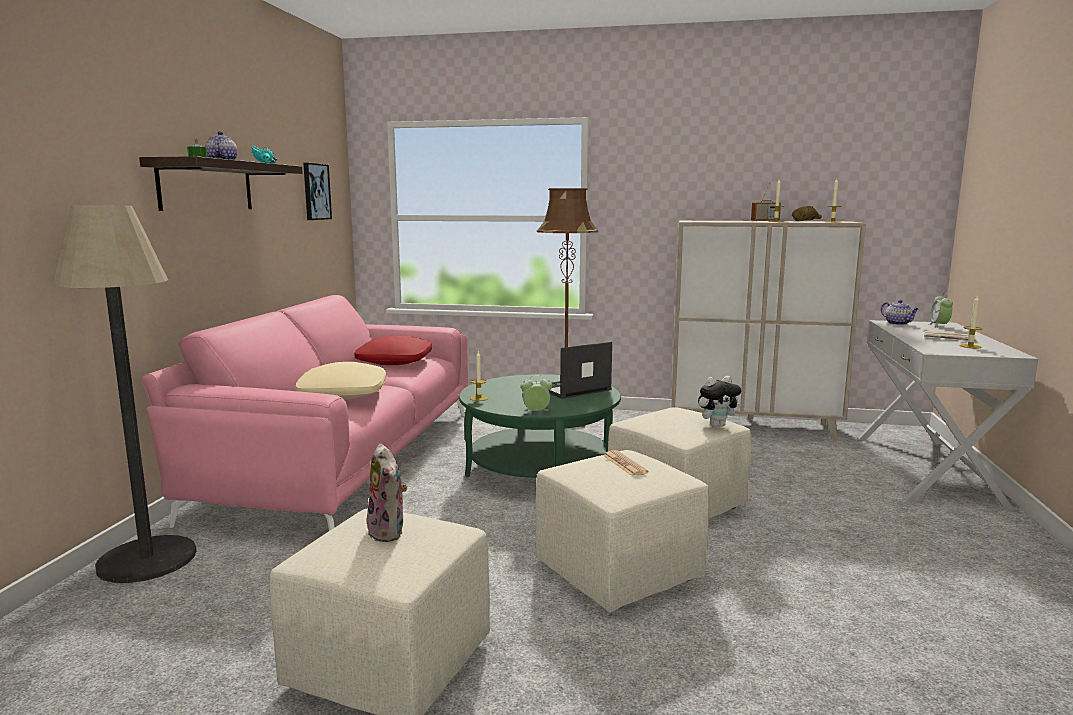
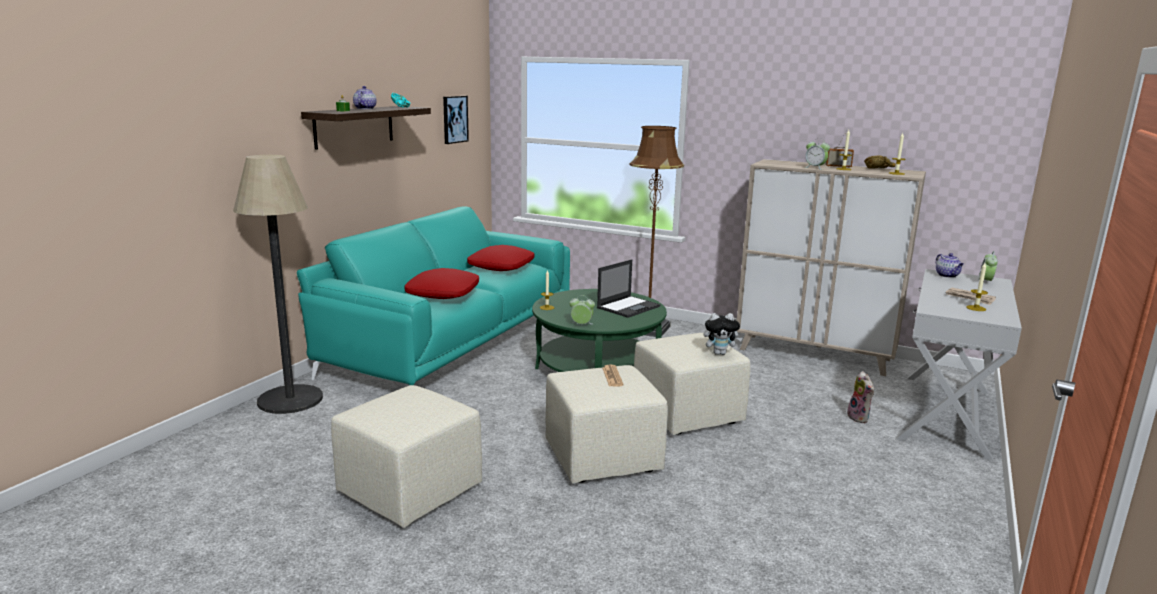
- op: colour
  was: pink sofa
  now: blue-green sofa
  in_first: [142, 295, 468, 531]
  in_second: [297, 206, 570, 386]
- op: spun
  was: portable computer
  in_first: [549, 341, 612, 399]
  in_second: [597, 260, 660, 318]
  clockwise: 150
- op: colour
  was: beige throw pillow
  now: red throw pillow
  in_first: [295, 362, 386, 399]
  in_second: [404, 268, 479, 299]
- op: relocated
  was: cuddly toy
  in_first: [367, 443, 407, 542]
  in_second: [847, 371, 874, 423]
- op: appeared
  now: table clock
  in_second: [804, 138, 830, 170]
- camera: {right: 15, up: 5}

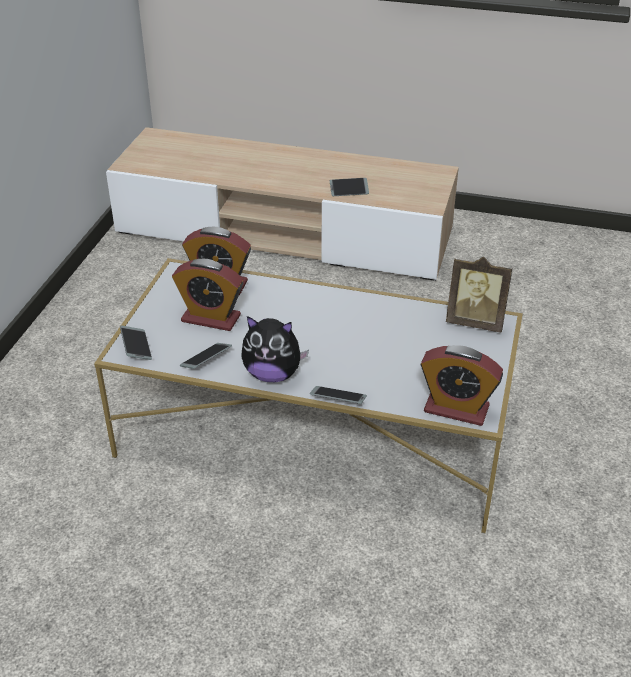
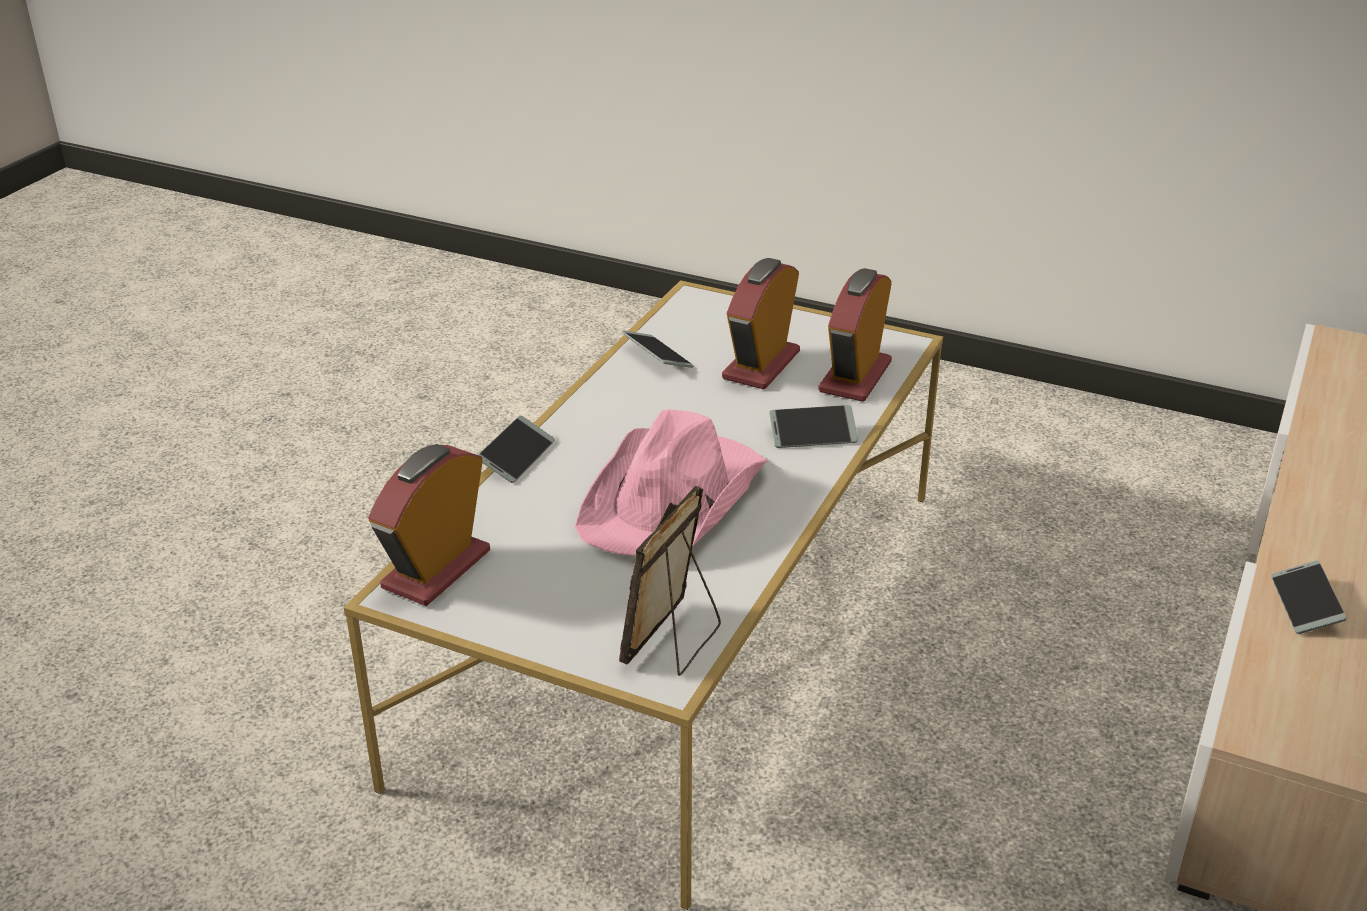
- op: missing
  was: cuddly toy
  in_first: [241, 316, 309, 382]
- op: relocated
  was: telephone
  in_first: [120, 325, 152, 360]
  in_second: [769, 405, 858, 448]
- op: appeared
  now: pink clothing hat
  in_second: [574, 409, 769, 556]
- camera: {right: 100, up: -5}

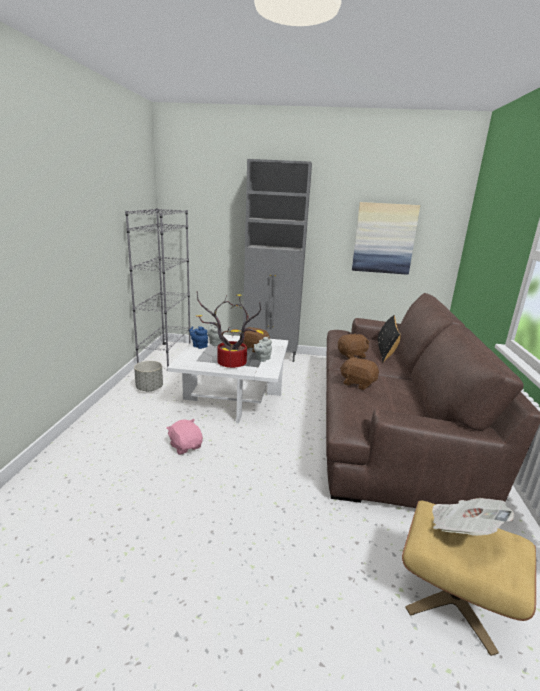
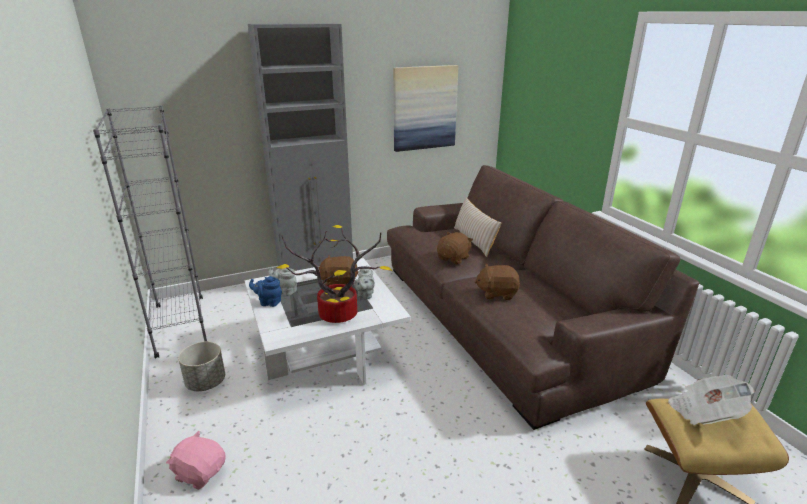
- op: colour
  was: black throw pillow
  now: beige throw pillow
  in_first: [378, 315, 401, 362]
  in_second: [454, 197, 502, 257]
- op: relocated
  was: pink cuddly toy
  in_first: [167, 419, 203, 455]
  in_second: [166, 430, 226, 490]
- camera: {right: -30, up: 5}

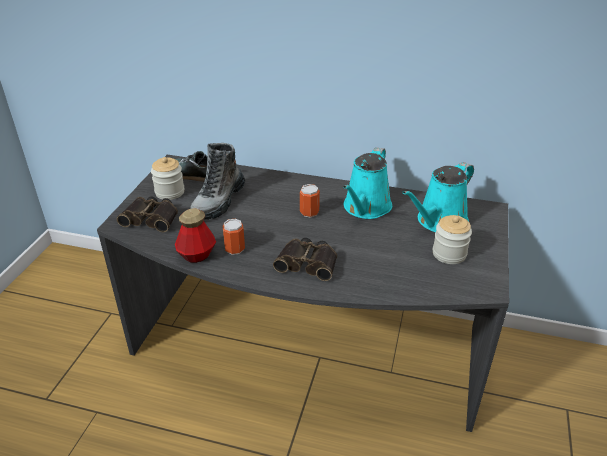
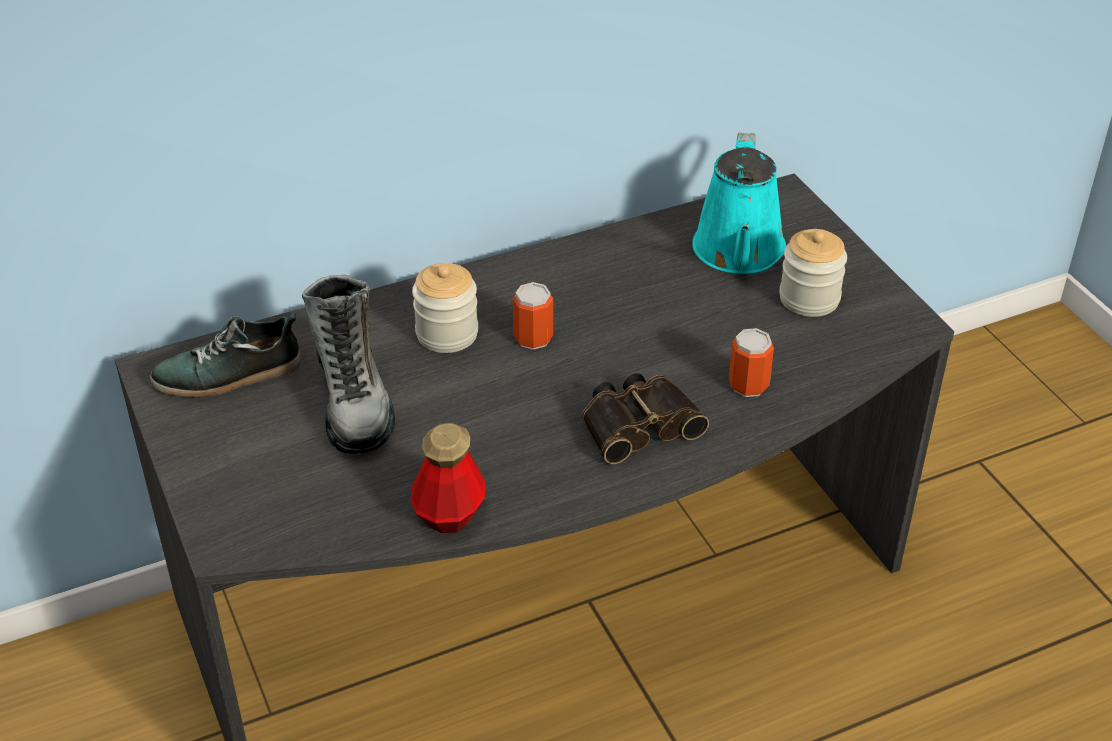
- op: missing
  was: blue-green watering pot
  in_first: [343, 147, 392, 219]
- op: relocated
  was: jar
  in_first: [151, 157, 185, 200]
  in_second: [412, 263, 478, 353]
- op: missing
  was: pair of binoculars
  in_first: [117, 196, 178, 233]
- op: relocated
  was: can
  in_first: [223, 219, 245, 255]
  in_second: [729, 328, 774, 397]
- camera: {right: -40, up: 5}

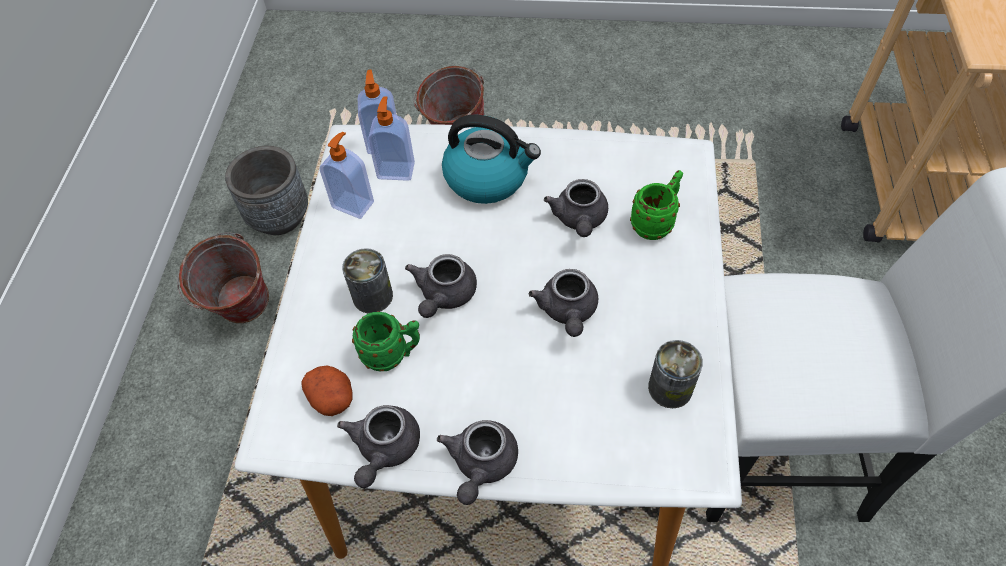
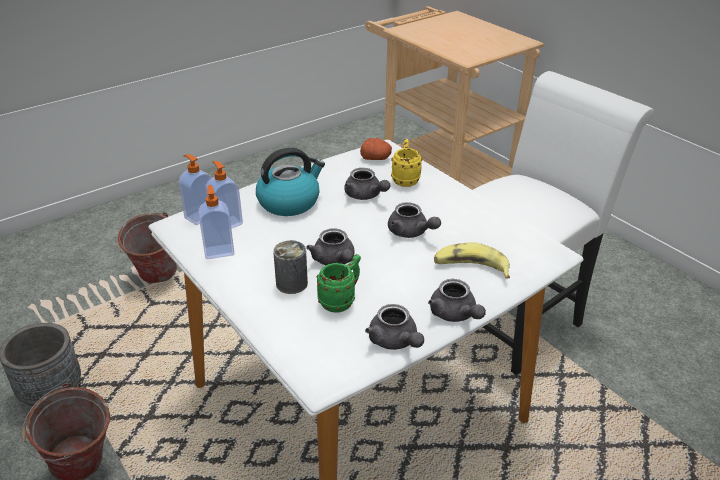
- op: colour
  was: green-coloured coffee mug
  now: yellow-coloured coffee mug
  in_first: [630, 170, 683, 240]
  in_second: [391, 139, 422, 187]
- op: missing
  was: can
  in_first: [648, 340, 703, 408]
- op: relocated
  was: spud
  in_first: [301, 365, 353, 416]
  in_second: [360, 138, 392, 160]
- op: appeared
  now: whole banana
  in_second: [434, 242, 510, 279]
- camera: {right: -45, up: -20}

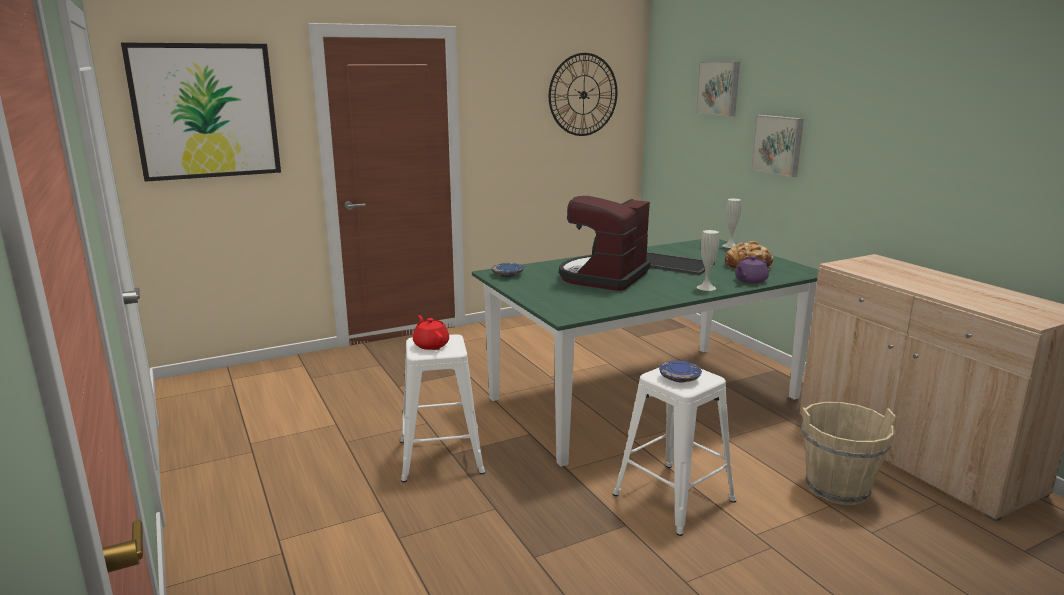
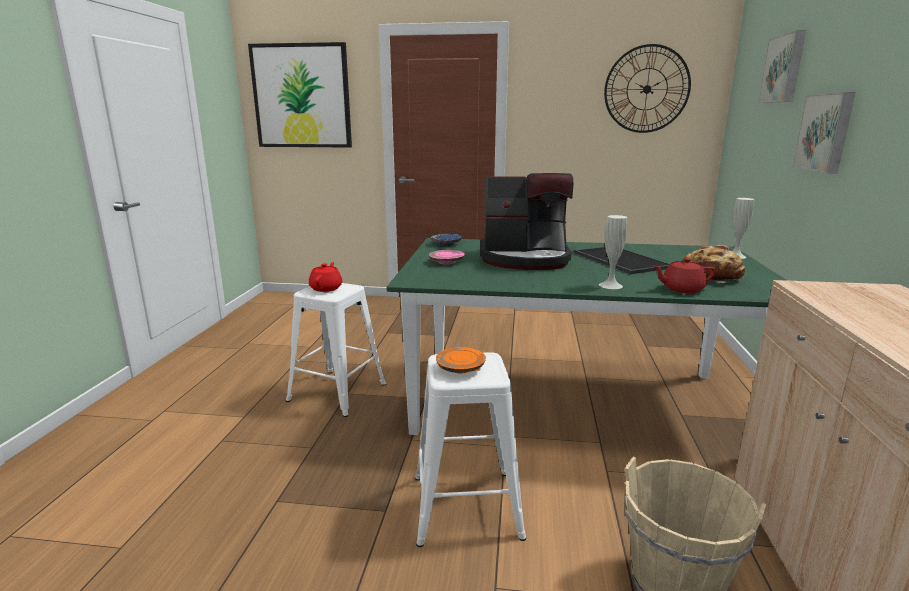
- op: spun
  was: coffee brewer
  in_first: [559, 196, 651, 291]
  in_second: [480, 173, 573, 270]
  clockwise: -150
- op: colour
  was: purple tea pot
  now: red tea pot
  in_first: [735, 256, 769, 284]
  in_second: [653, 258, 716, 293]
- op: colour
  was: blue flat dish
  now: orangey flat dish
  in_first: [659, 361, 702, 382]
  in_second: [436, 347, 486, 373]
- op: appeared
  now: pink flat dish
  in_second: [429, 250, 465, 265]
- camera: {right: 35, up: 0}

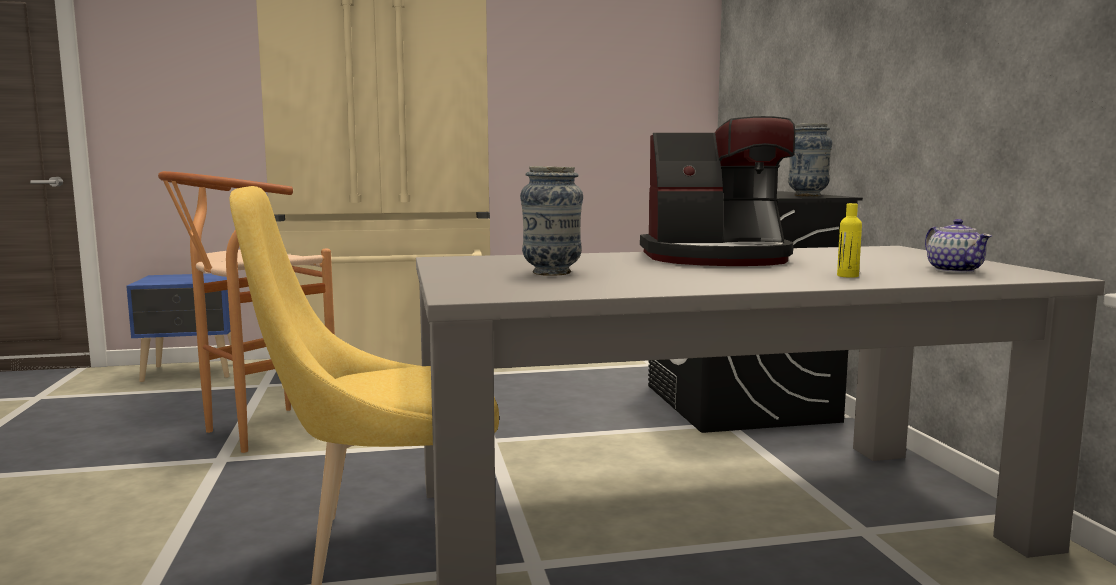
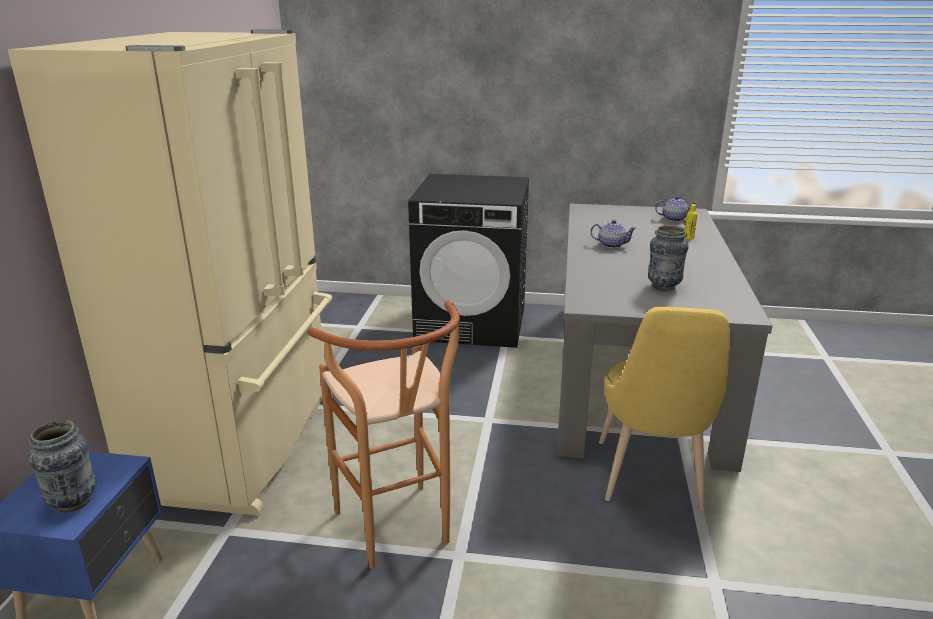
- op: exchanged
  was: coffee brewer
  now: tea pot
  in_first: [640, 116, 795, 266]
  in_second: [590, 220, 637, 248]
- op: relocated
  was: flower vase
  in_first: [788, 123, 833, 196]
  in_second: [28, 420, 96, 513]
- camera: {right: -70, up: 15}

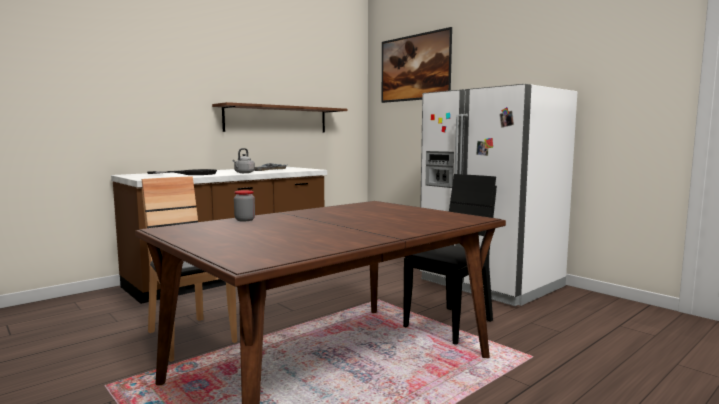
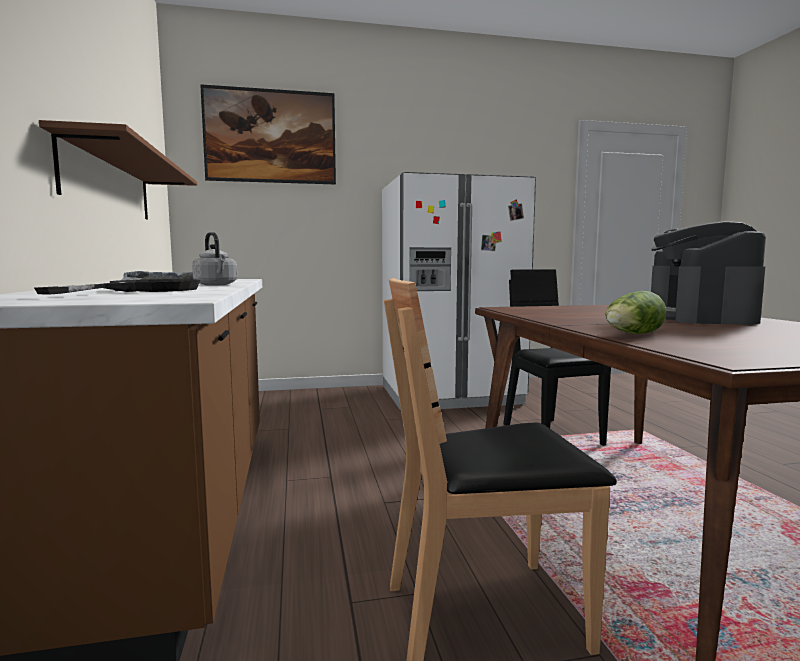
- op: exchanged
  was: jar
  now: lettuce
  in_first: [234, 190, 255, 221]
  in_second: [605, 291, 667, 334]
- op: appeared
  now: coffee brewer
  in_second: [651, 221, 766, 325]
- camera: {right: -60, up: 0}

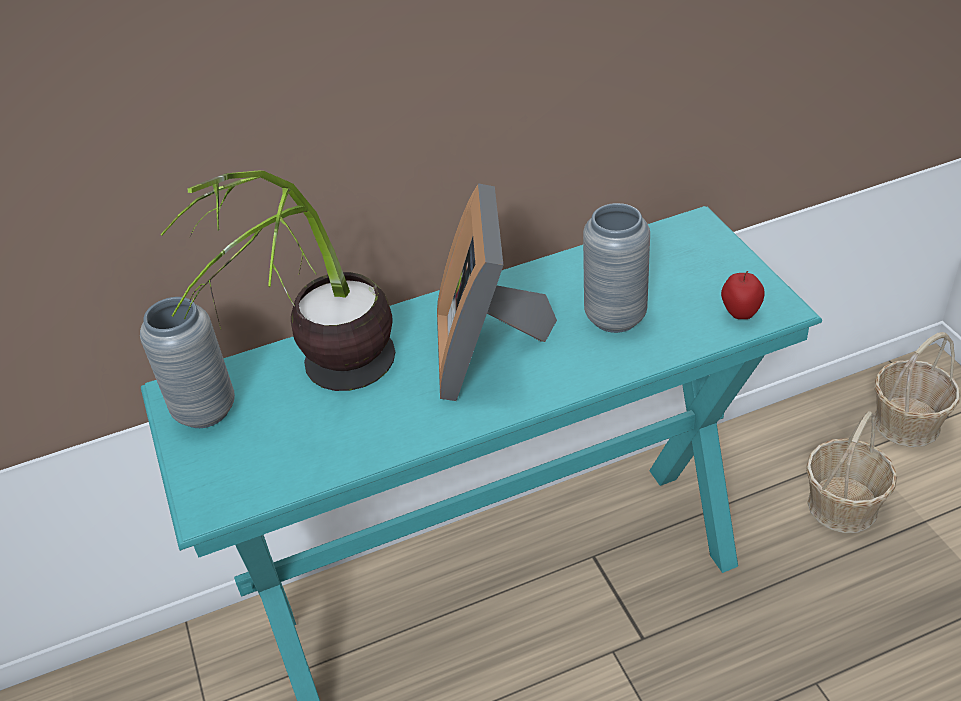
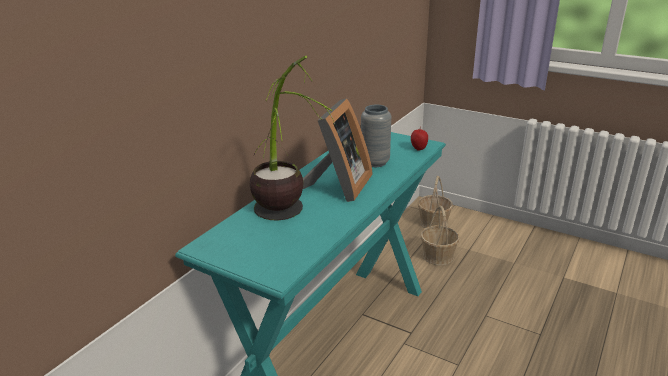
- op: spun
  was: photo frame
  in_first: [437, 183, 557, 401]
  in_second: [303, 98, 373, 202]
  clockwise: -120
- op: missing
  was: greyish flower vase
  in_first: [140, 297, 235, 428]
- camera: {right: -40, up: -15}

